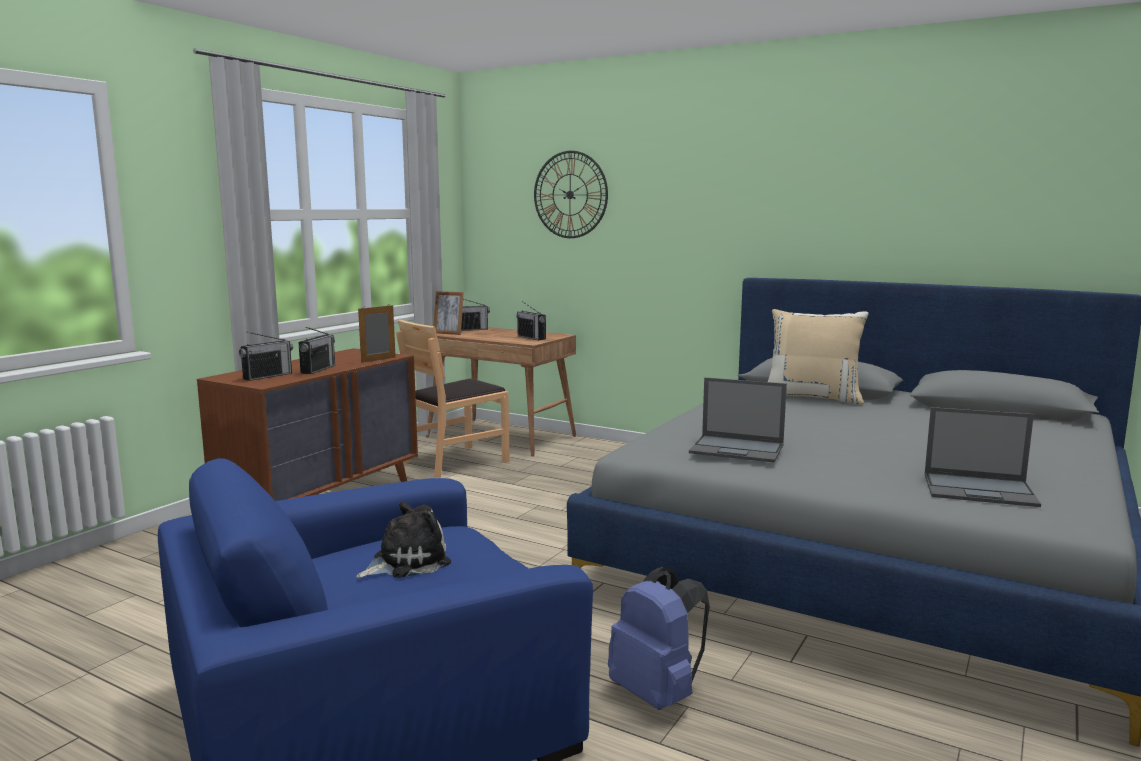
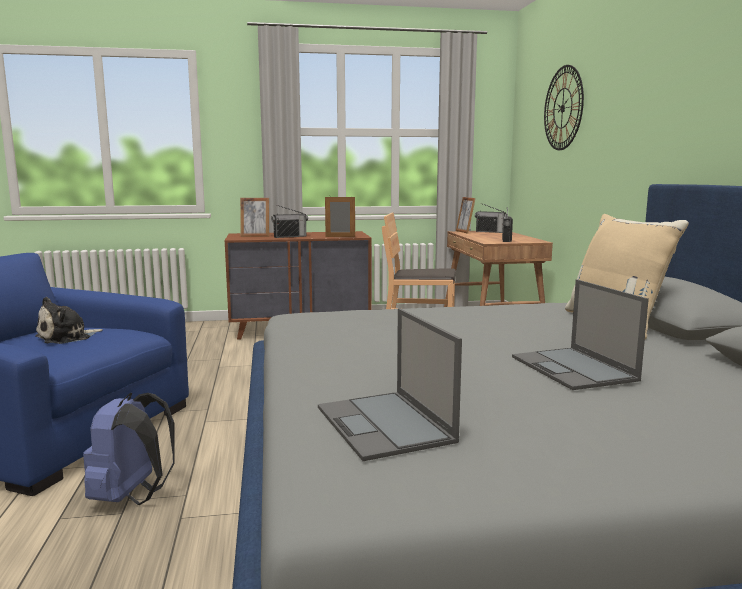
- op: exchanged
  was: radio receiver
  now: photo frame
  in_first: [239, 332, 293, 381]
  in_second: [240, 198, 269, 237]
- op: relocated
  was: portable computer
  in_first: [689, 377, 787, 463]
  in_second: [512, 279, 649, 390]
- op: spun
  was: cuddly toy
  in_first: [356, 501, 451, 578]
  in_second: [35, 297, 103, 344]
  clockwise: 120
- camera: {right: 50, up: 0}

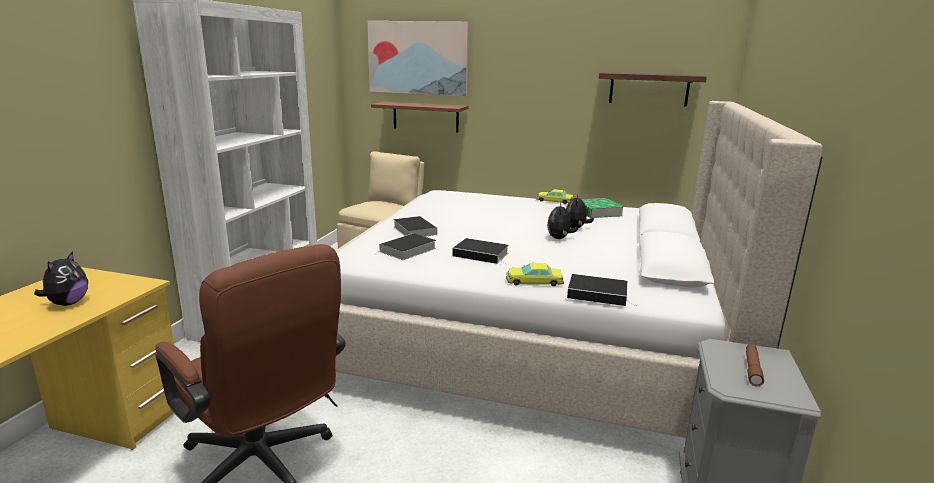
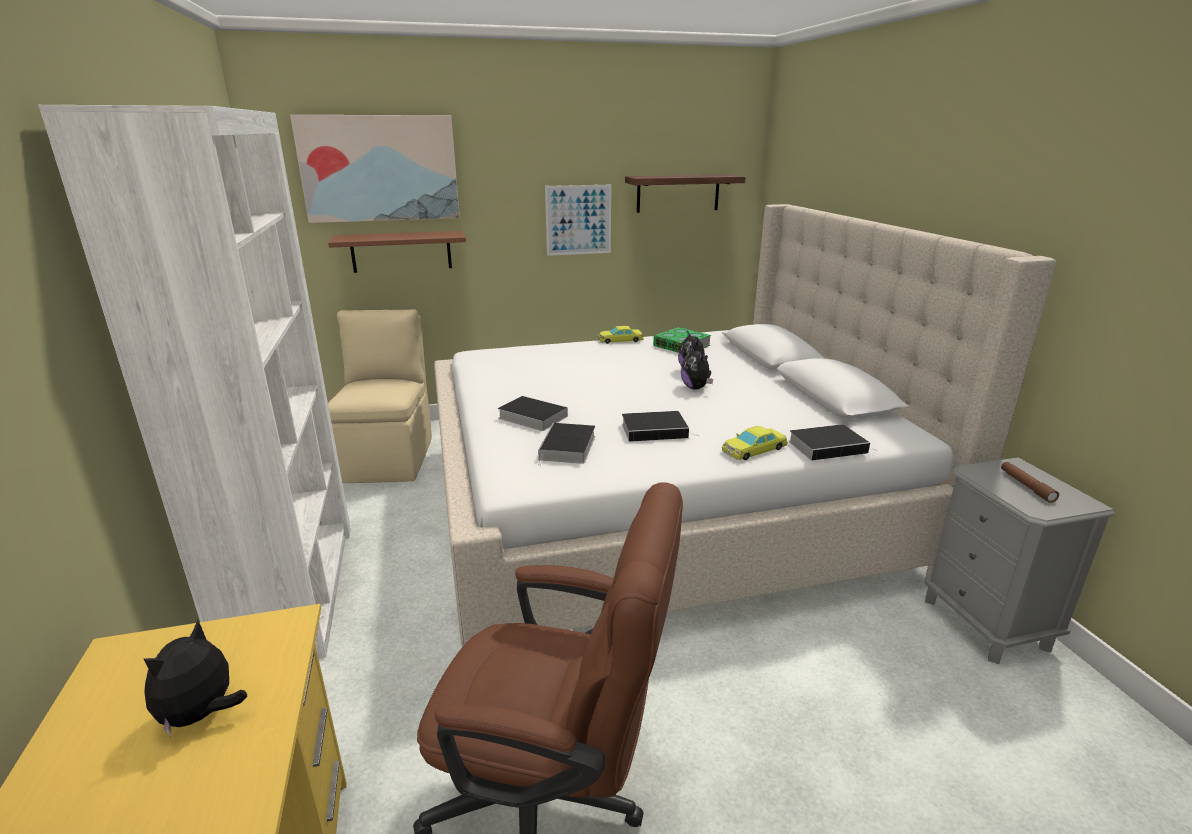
- op: spun
  was: cuddly toy
  in_first: [34, 251, 88, 306]
  in_second: [144, 620, 247, 737]
  clockwise: -135
- op: appeared
  now: wall picture
  in_second: [545, 185, 611, 256]
- camera: {right: -30, up: 5}

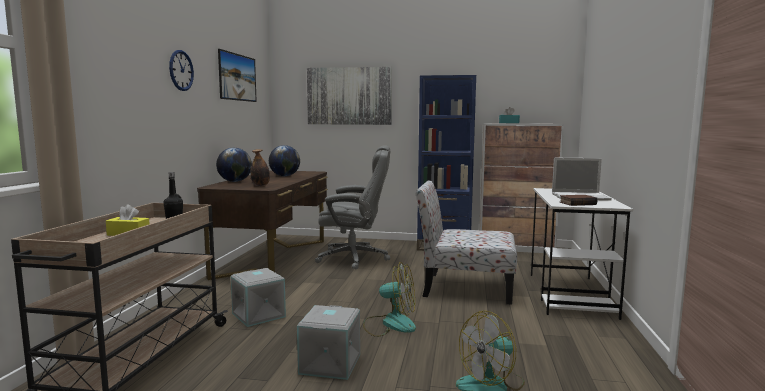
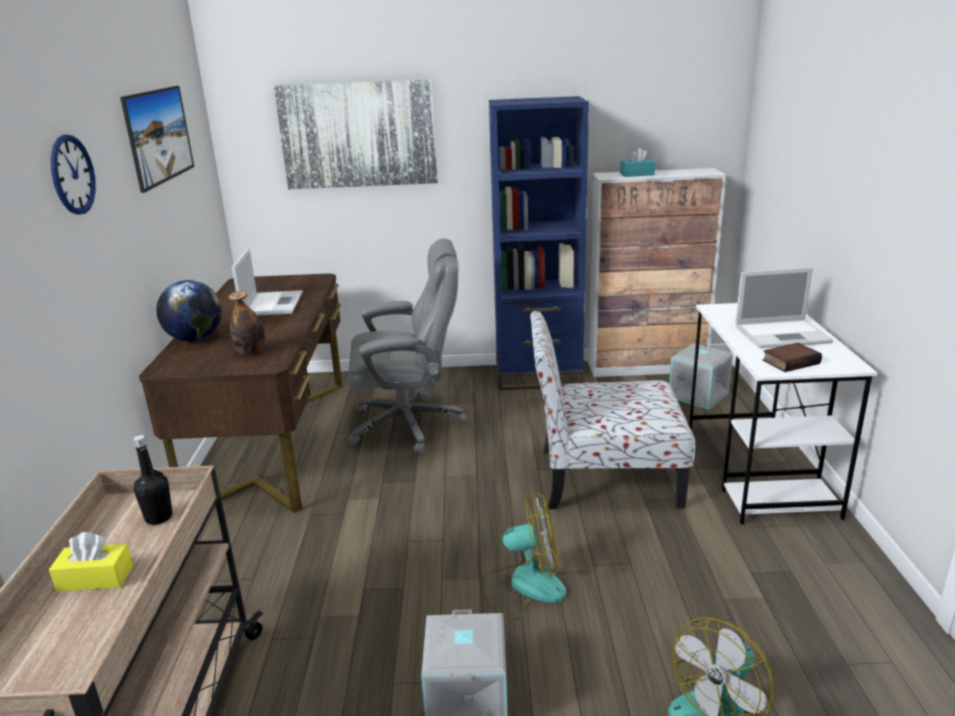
- op: exchanged
  was: desk globe
  now: portable computer
  in_first: [269, 145, 300, 176]
  in_second: [232, 248, 303, 316]
- op: relocated
  was: greyish storage container
  in_first: [231, 268, 286, 327]
  in_second: [669, 343, 733, 410]
- camera: {right: -10, up: 15}

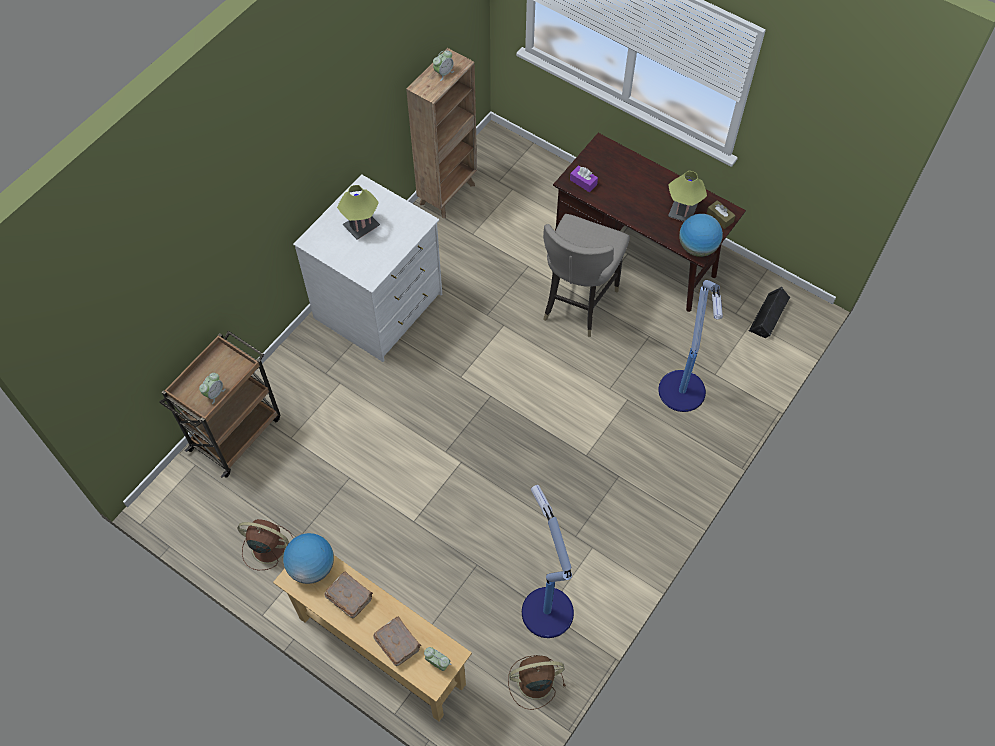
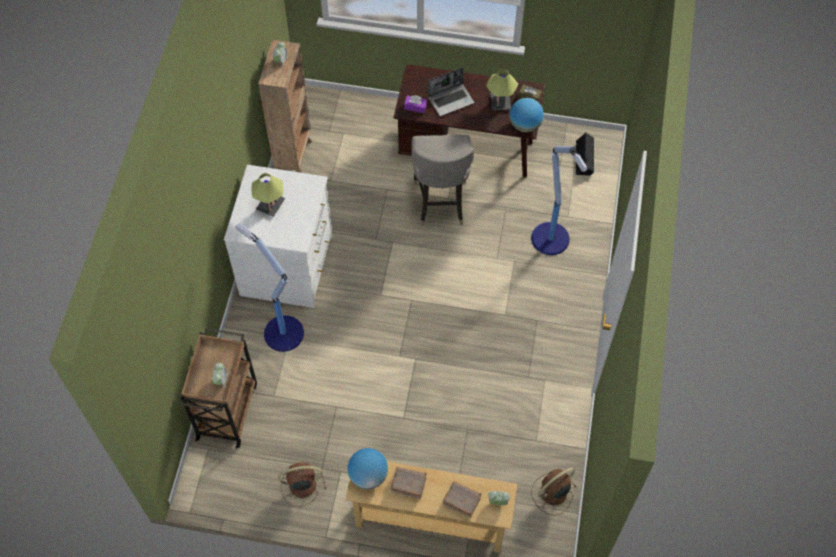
- op: relocated
  was: standing lamp
  in_first: [522, 485, 574, 638]
  in_second: [235, 223, 304, 352]
- op: appeared
  now: portable computer
  in_second: [428, 67, 474, 116]
- camera: {right: -25, up: 0}

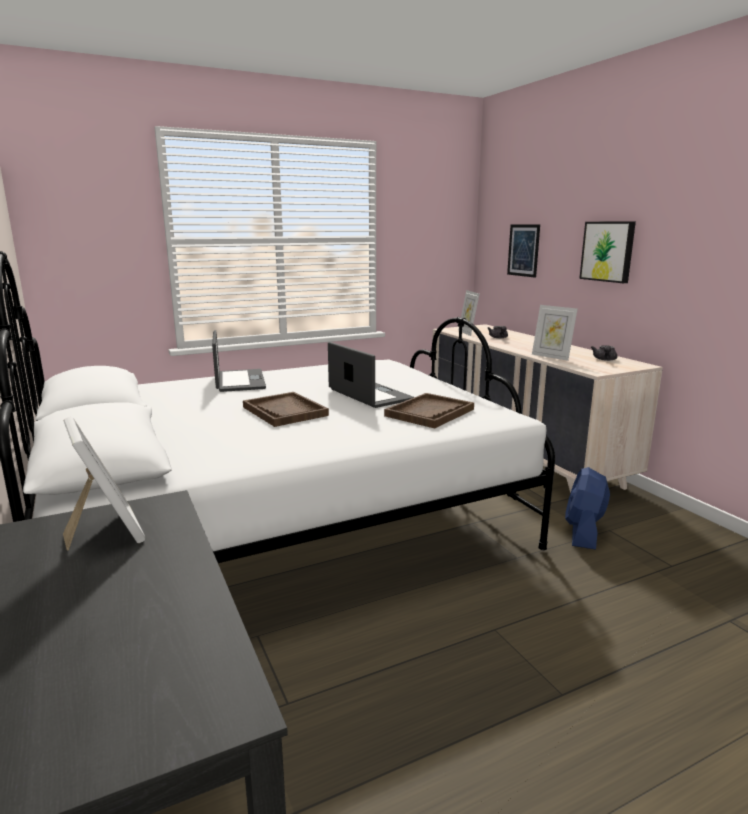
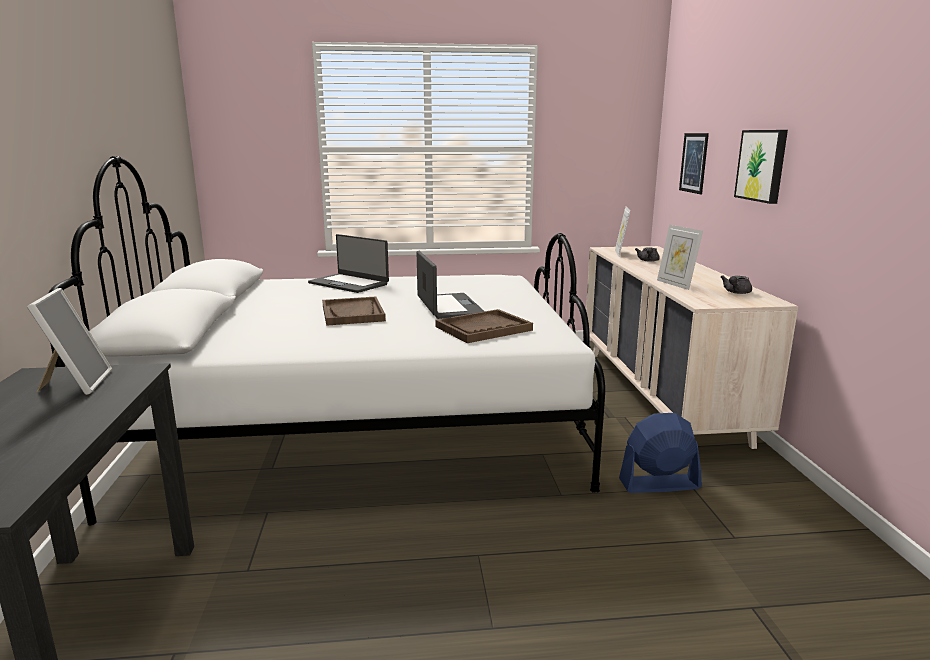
- op: spun
  was: portable computer
  in_first: [212, 330, 266, 392]
  in_second: [308, 234, 389, 293]
  clockwise: 120
- op: spun
  was: blue electric fan
  in_first: [565, 467, 610, 550]
  in_second: [619, 413, 702, 493]
  clockwise: 45
- camera: {right: 20, up: 0}

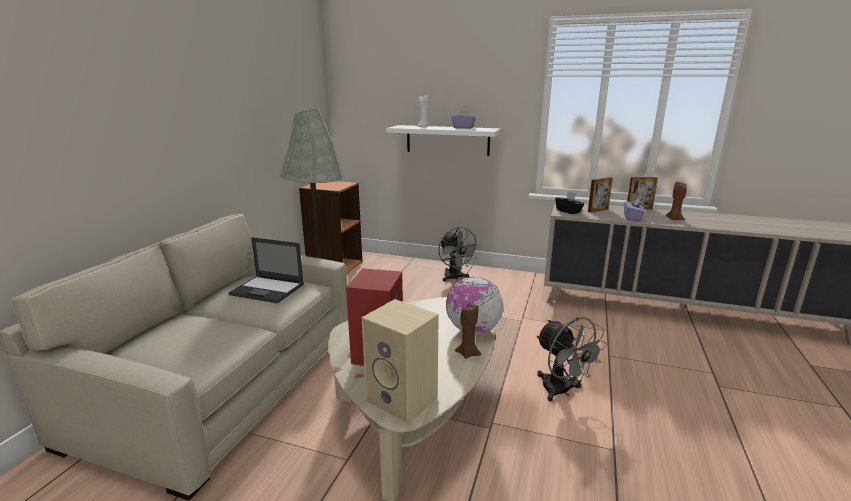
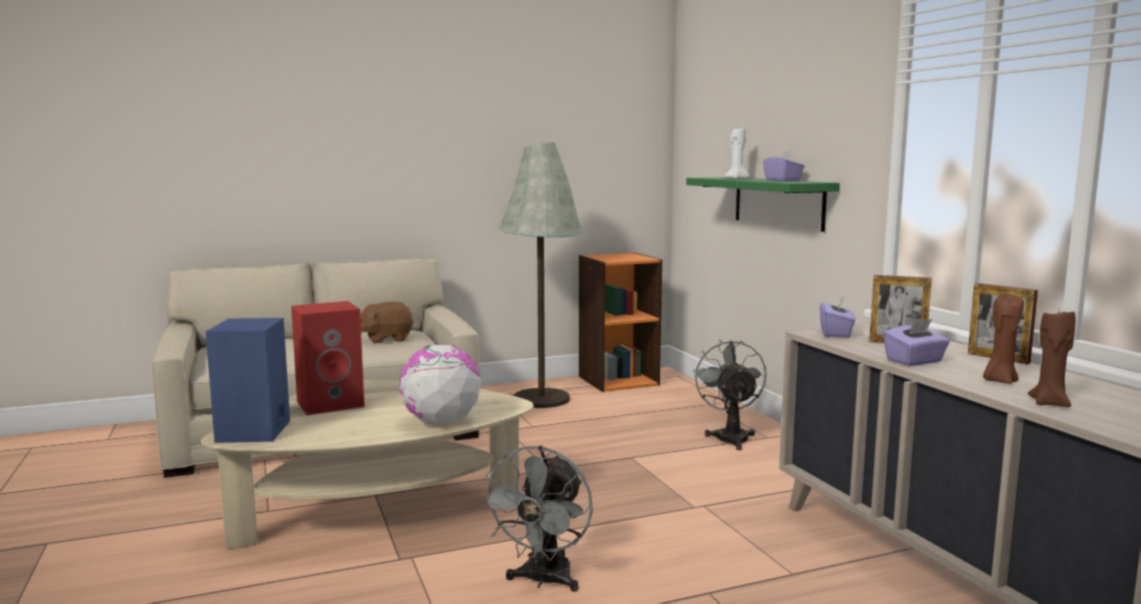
- op: colour
  was: white wall shelf
  now: green-coloured wall shelf
  in_first: [386, 125, 501, 156]
  in_second: [686, 177, 840, 232]
- op: colour
  was: black tissue holder
  now: purple tissue holder
  in_first: [555, 191, 584, 214]
  in_second: [820, 297, 856, 338]
- op: spun
  was: greyish electric fan
  in_first: [438, 227, 479, 282]
  in_second: [693, 340, 767, 450]
  clockwise: 150
- op: exchanged
  was: portable computer
  now: brown cuddly toy
  in_first: [228, 237, 304, 303]
  in_second: [360, 302, 414, 344]
- op: colour
  was: beige speaker
  now: blue speaker
  in_first: [362, 299, 439, 424]
  in_second: [206, 318, 290, 443]
- op: relocated
  was: brown candle
  in_first: [455, 303, 481, 359]
  in_second: [1028, 306, 1076, 407]
- camera: {right: 50, up: -10}

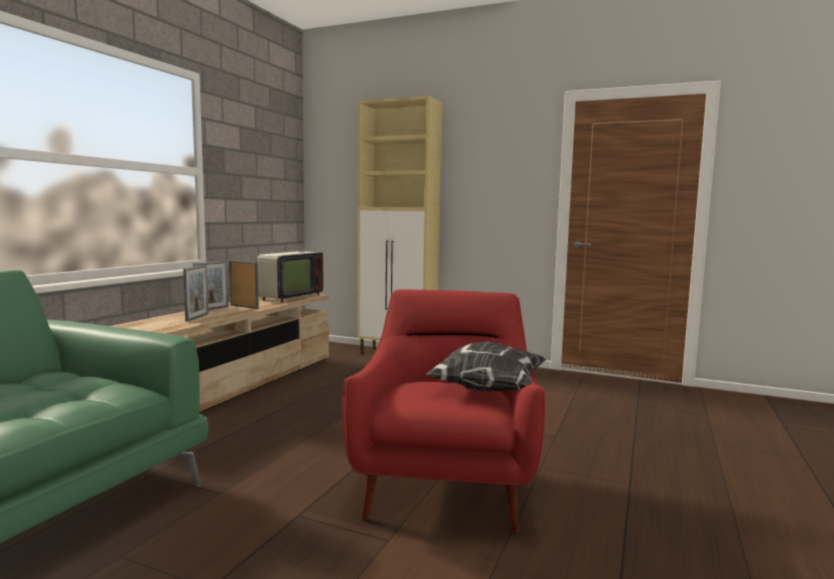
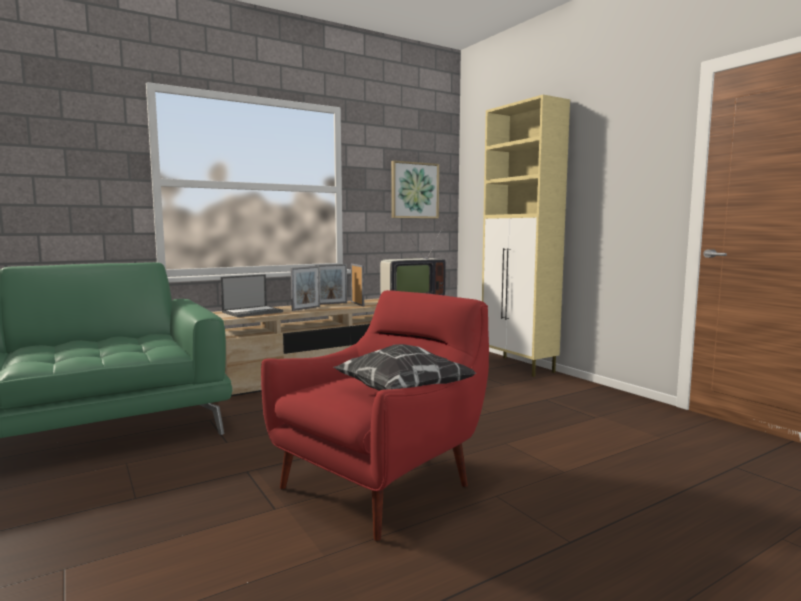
- op: appeared
  now: wall picture
  in_second: [391, 161, 439, 219]
- op: appeared
  now: portable computer
  in_second: [220, 274, 283, 317]
- camera: {right: 35, up: 0}

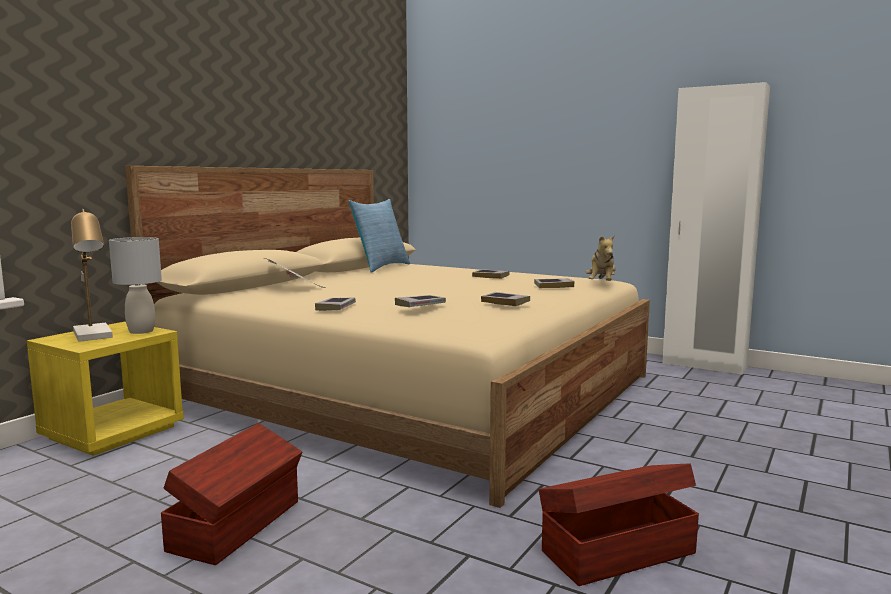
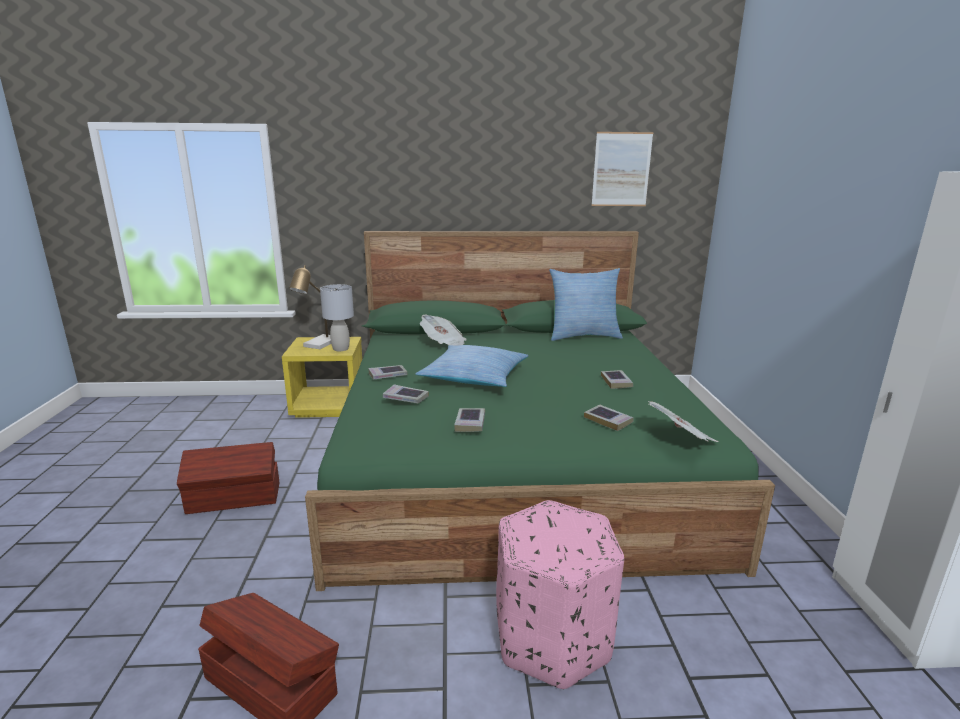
- op: colour
  was: beige bedroom bed
  now: green-coloured bedroom bed
  in_first: [125, 166, 650, 508]
  in_second: [305, 231, 775, 591]
- op: exchanged
  was: cuddly toy
  now: daily paper
  in_first: [585, 234, 616, 281]
  in_second: [648, 401, 718, 442]
- op: appeared
  now: wall picture
  in_second: [591, 132, 653, 206]
- op: appeared
  now: throw pillow
  in_second: [415, 345, 528, 387]
- op: appeared
  now: pink pouffe
  in_second: [496, 500, 624, 690]
- camera: {right: 55, up: 10}

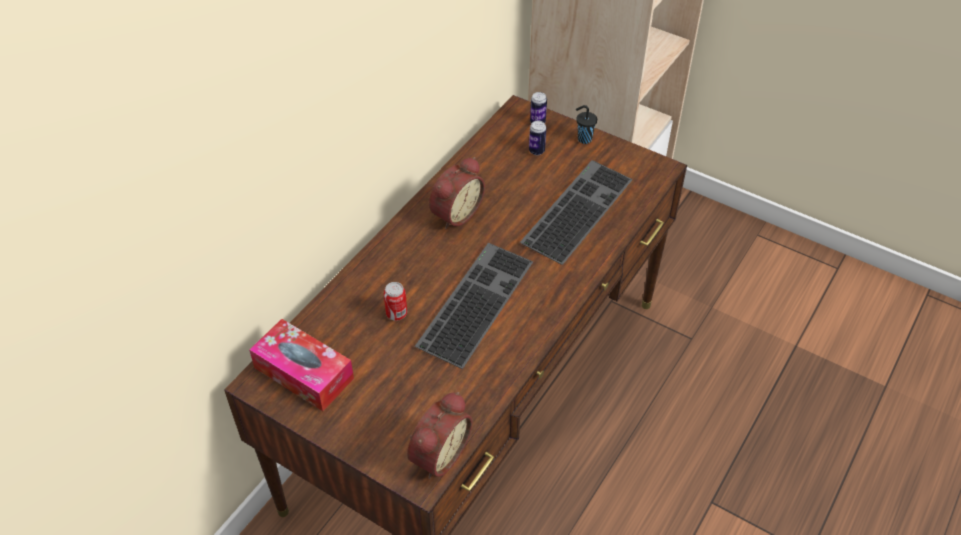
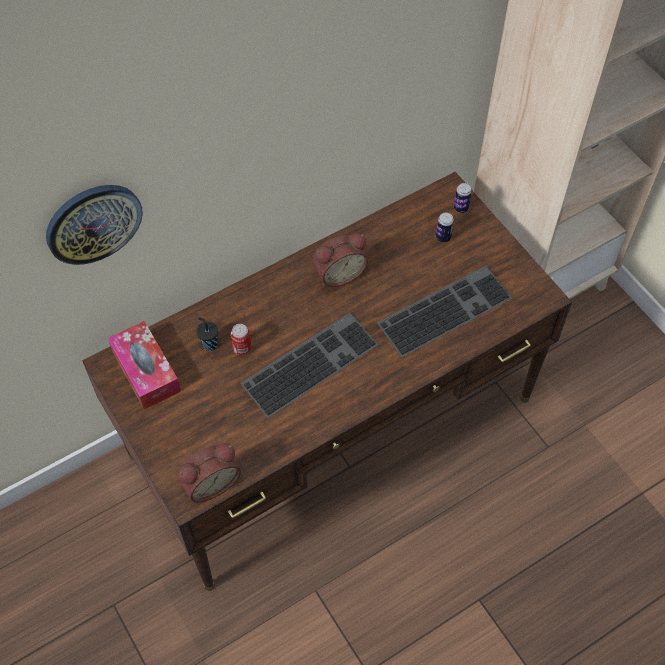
- op: relocated
  was: black drinking cup
  in_first: [576, 105, 597, 144]
  in_second: [196, 318, 218, 351]
- op: appeared
  now: wall clock
  in_second: [46, 185, 143, 265]
- camera: {right: 25, up: 10}

